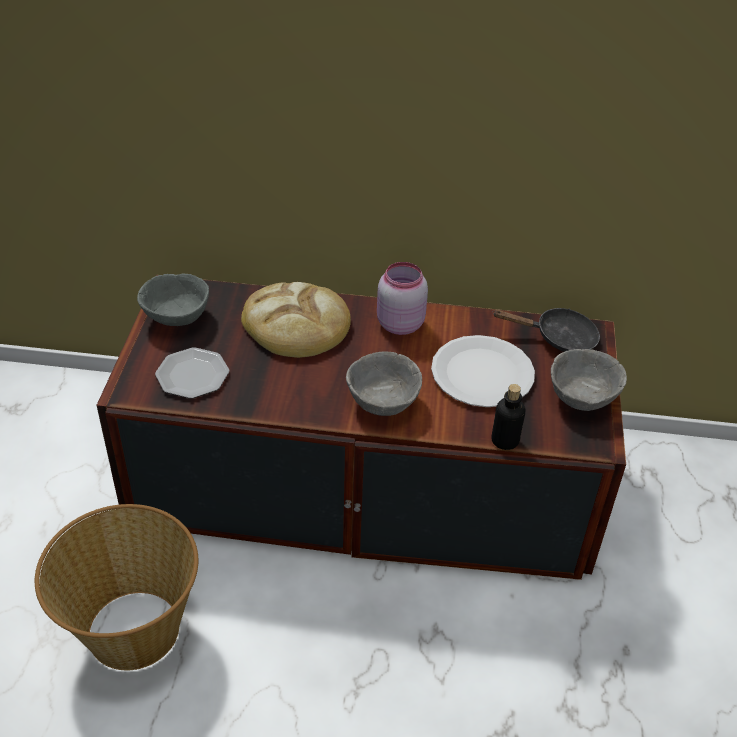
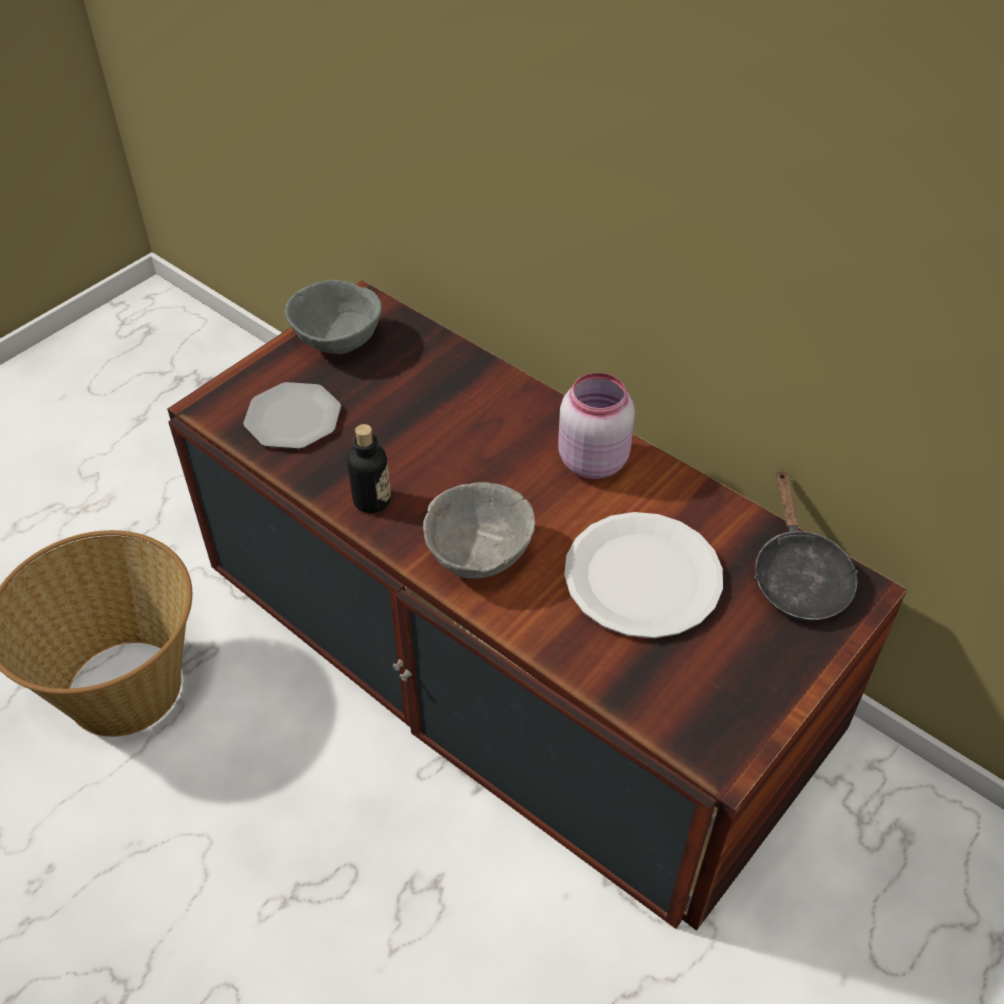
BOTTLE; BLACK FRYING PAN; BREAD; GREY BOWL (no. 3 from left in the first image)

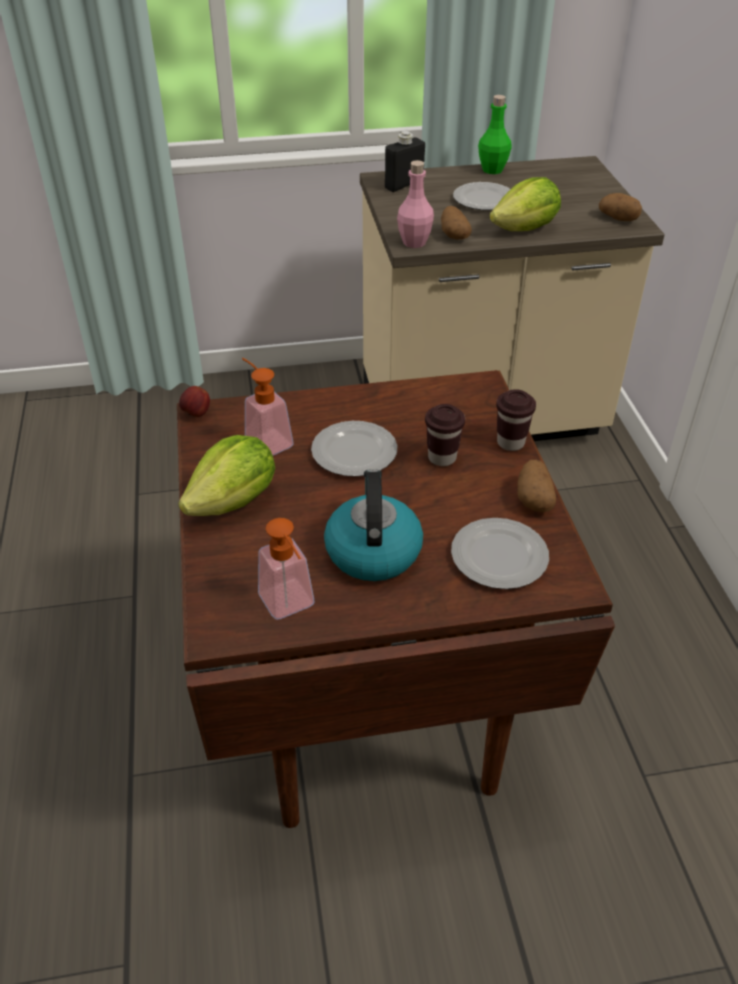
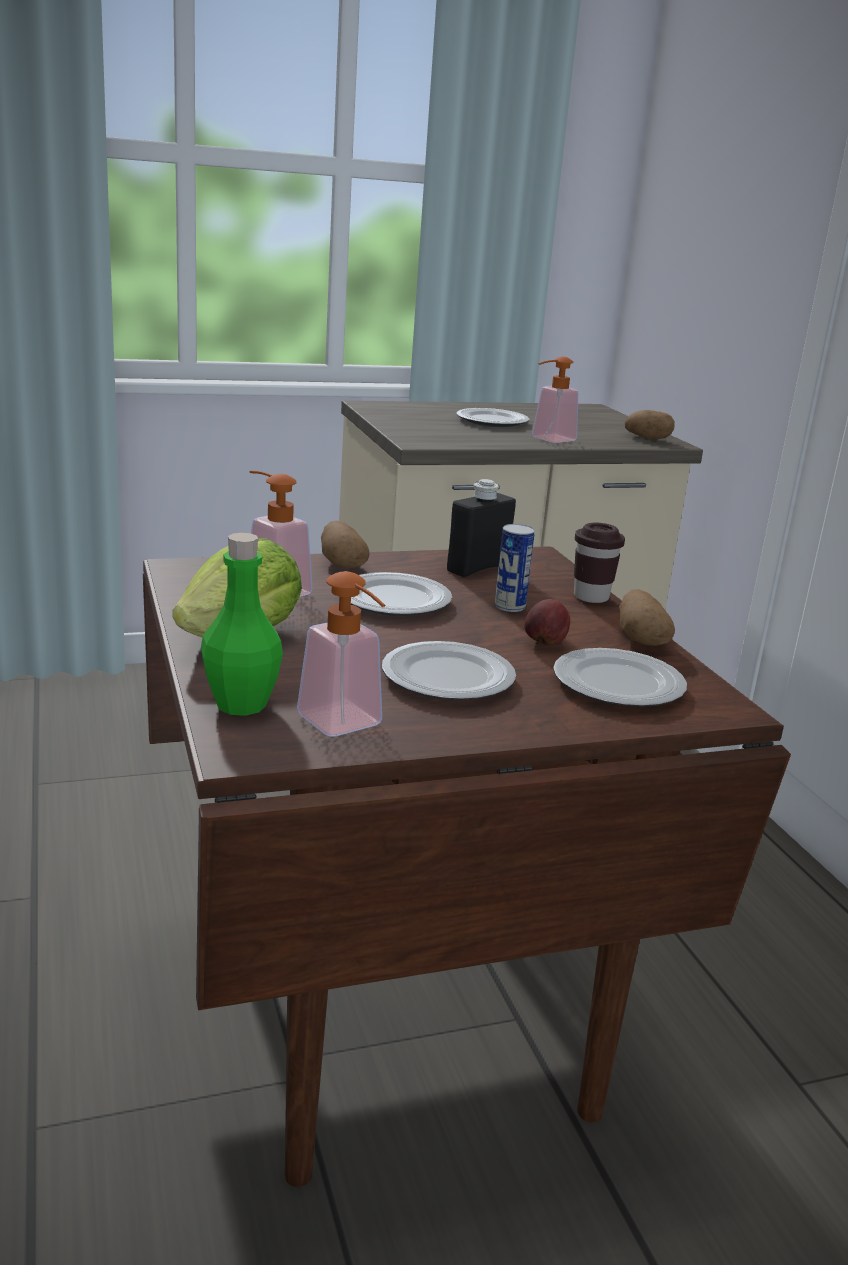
GREEN BOTTLE; POTATO (no. 1 from left); PLATE (no. 2 from left); BLACK BOTTLE; CAN; APPLE; SOAP DISPENSER (no. 3 from left); PINK BOTTLE

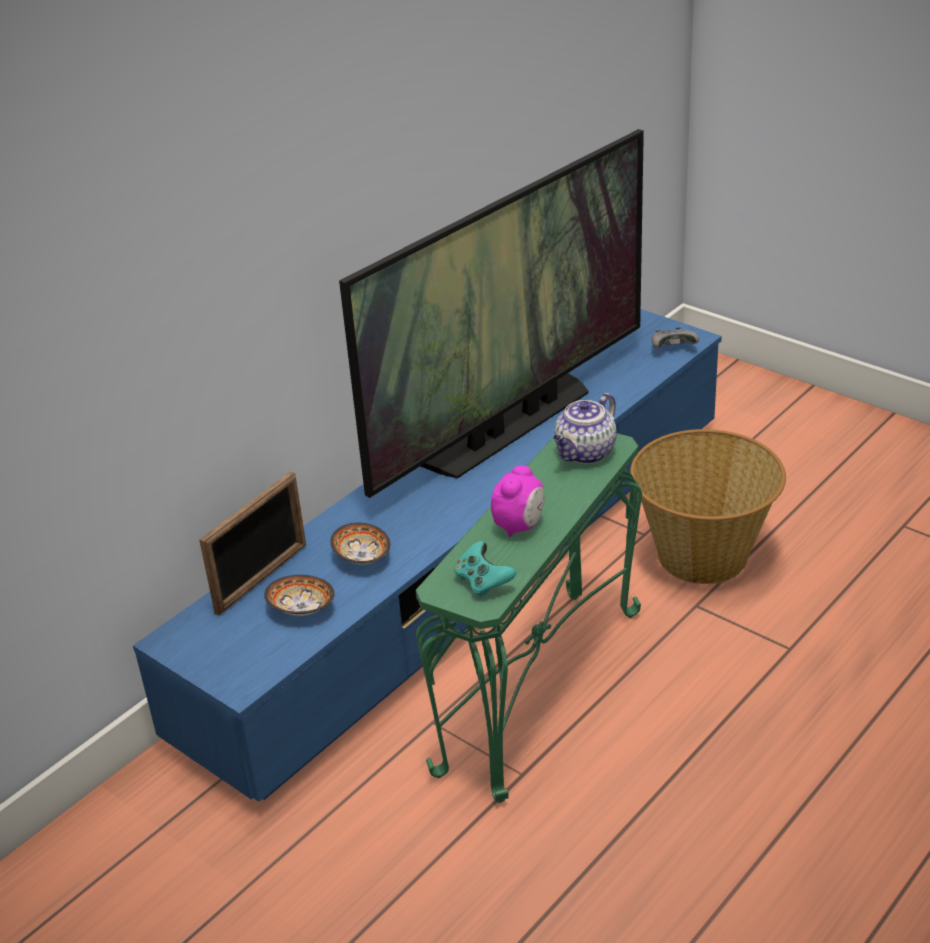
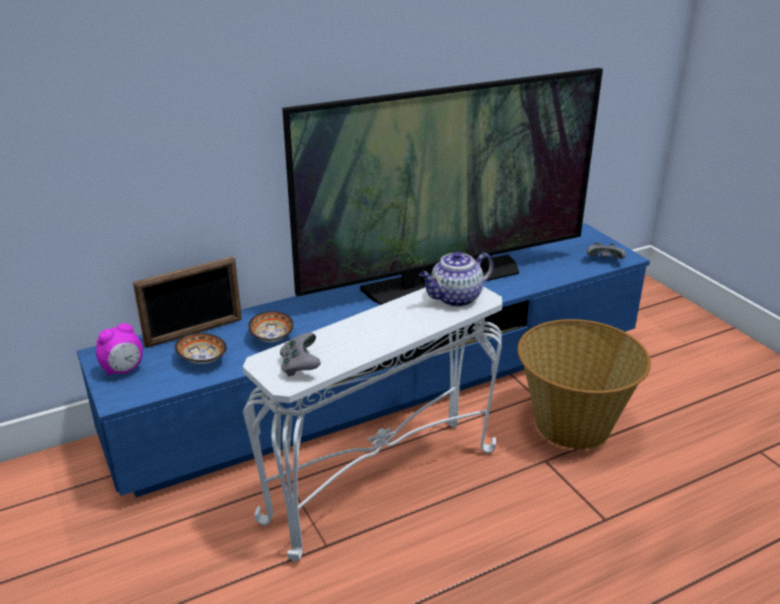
ALARM CLOCK; WHITE SIDE TABLE; GREY GAME CONTROLLER (no. 1 from left)

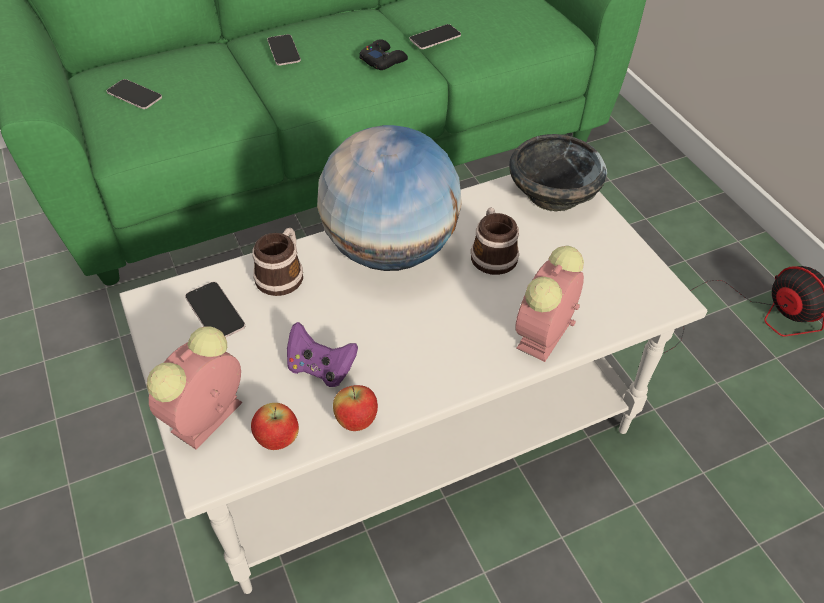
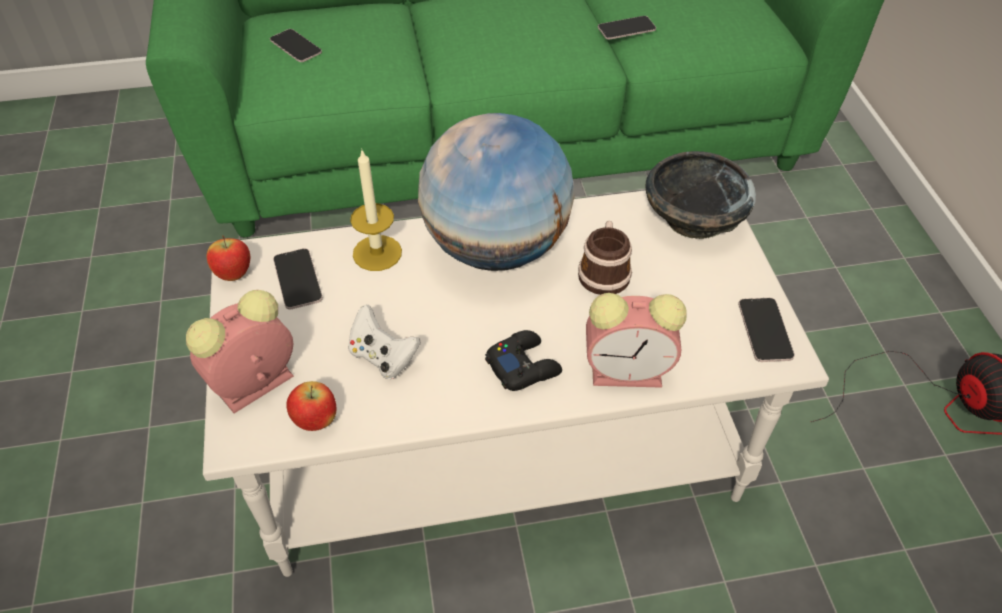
APPLE (no. 1 from left); WHITE GAME CONTROLLER; CANDLE; BLACK GAME CONTROLLER; ALARM CLOCK (no. 2 from left); PHONE (no. 4 from left)

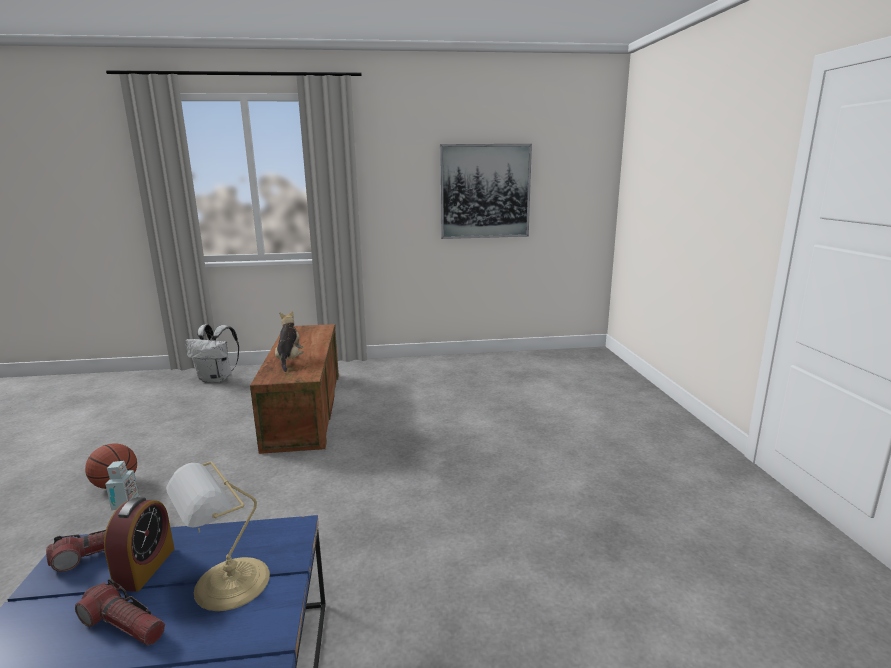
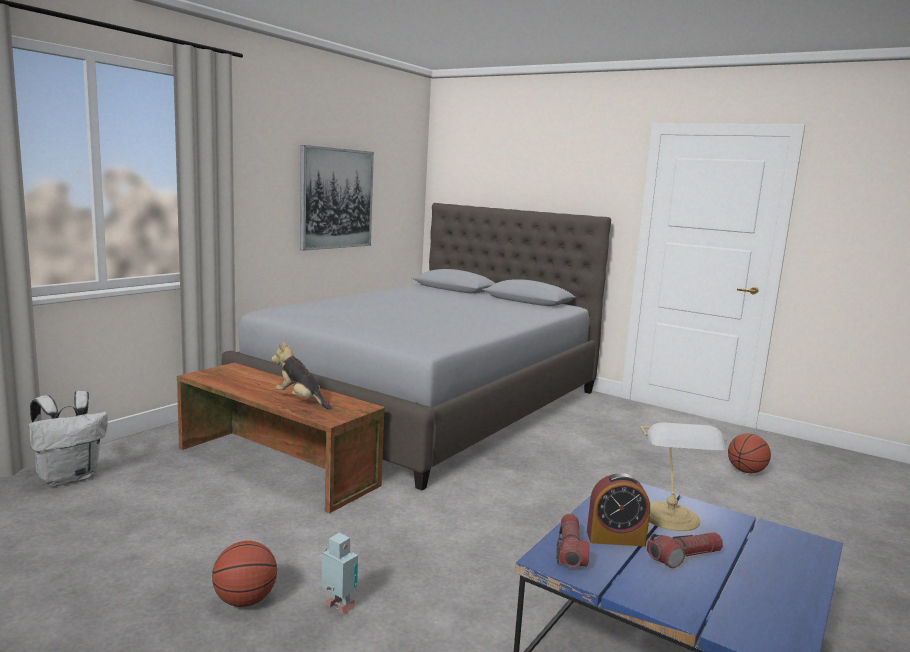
GREY BED; ALARM CLOCK; BASKETBALL (no. 2 from left)

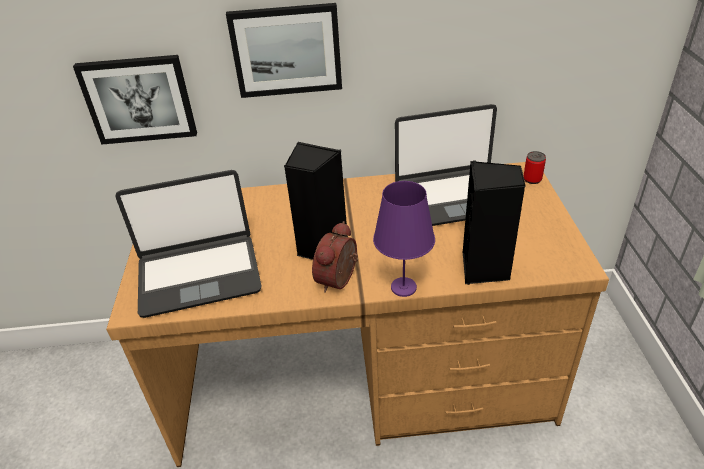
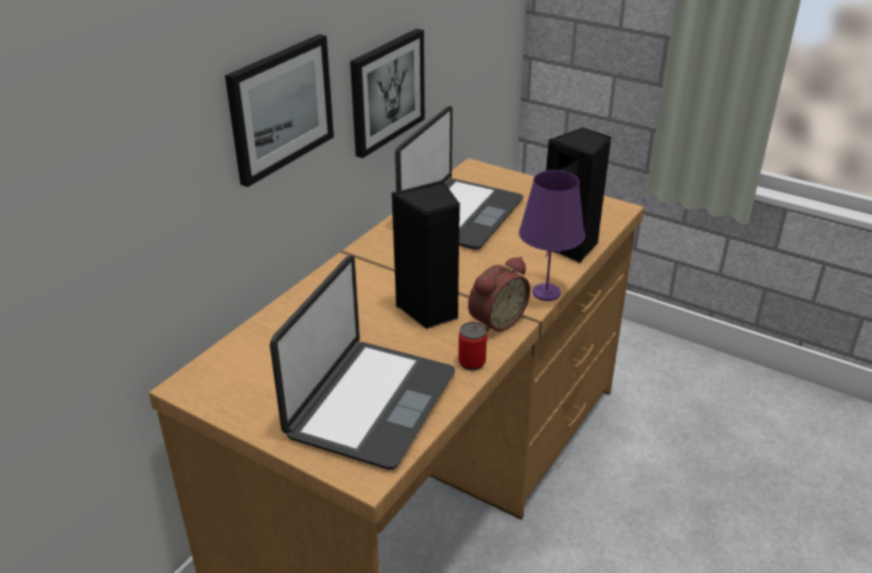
PICTURE (no. 2 from left); CAN; ALARM CLOCK

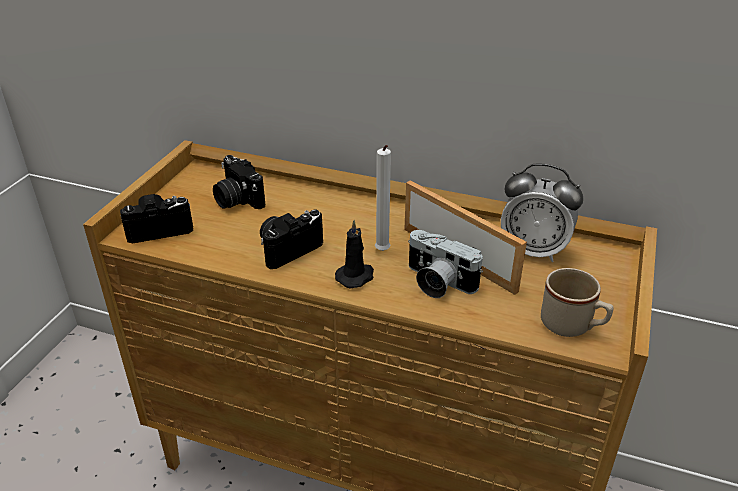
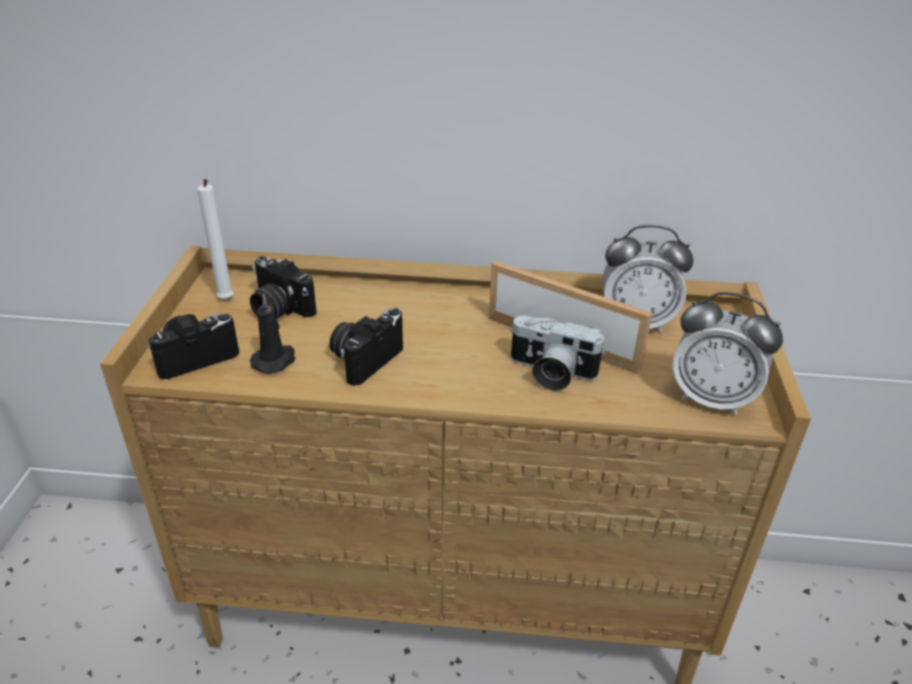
WHITE CANDLE; BLACK CANDLE; ALARM CLOCK (no. 2 from left)

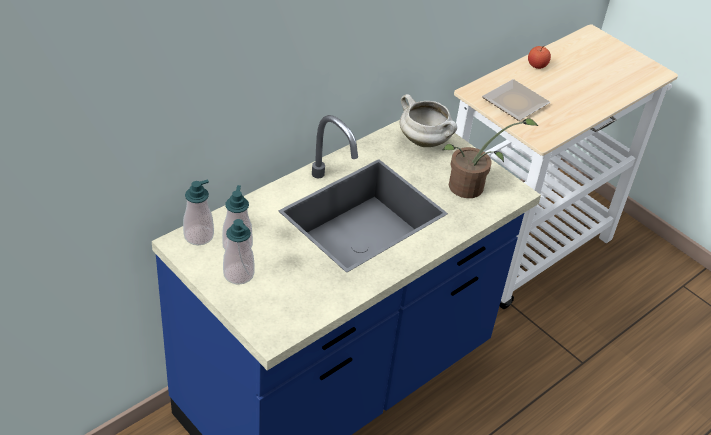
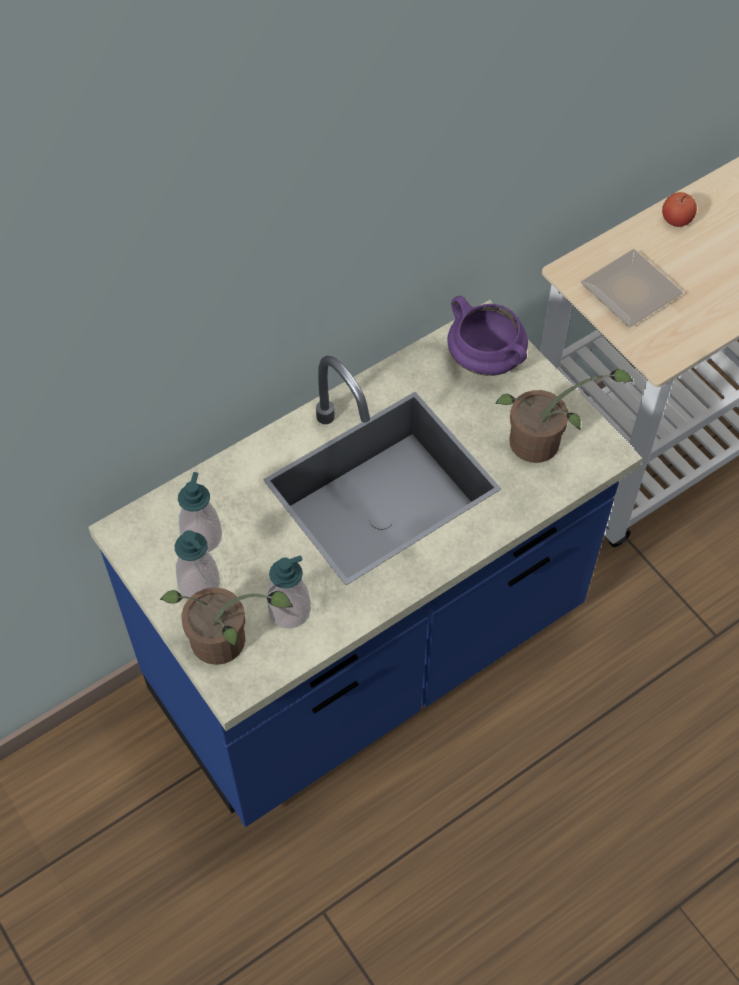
POTTED PLANT (no. 1 from left); SOAP DISPENSER (no. 3 from left); PURPLE COOKING POT

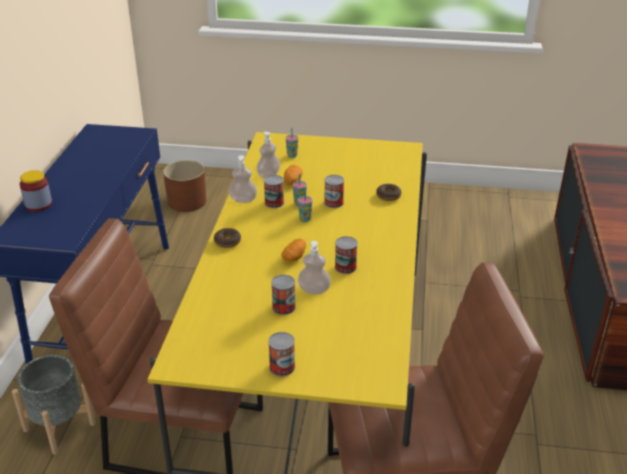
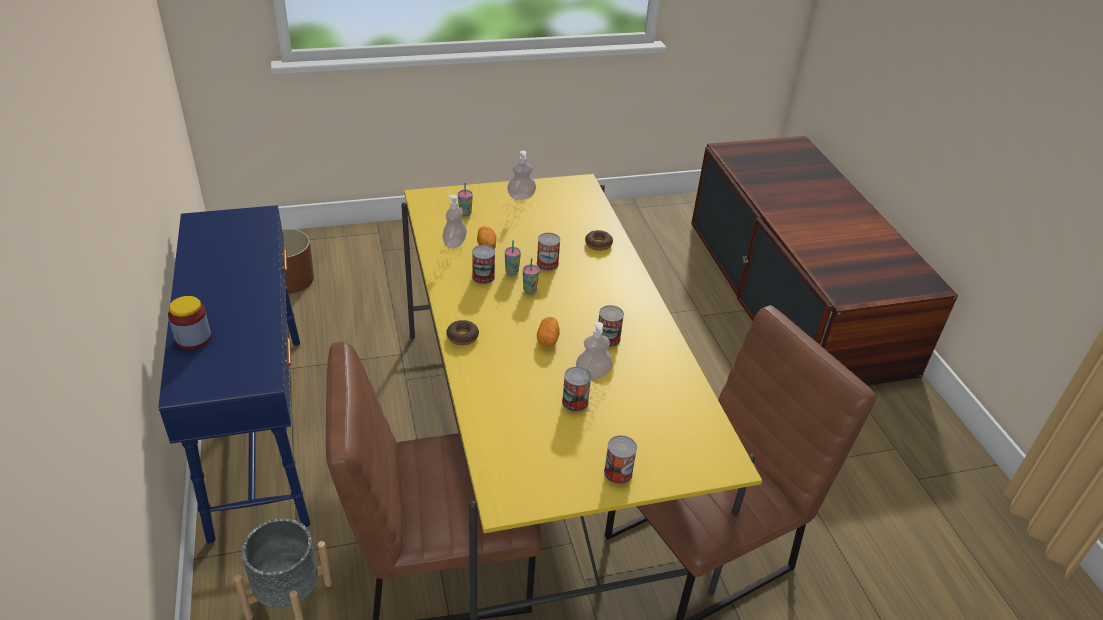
SOAP DISPENSER (no. 2 from left)

